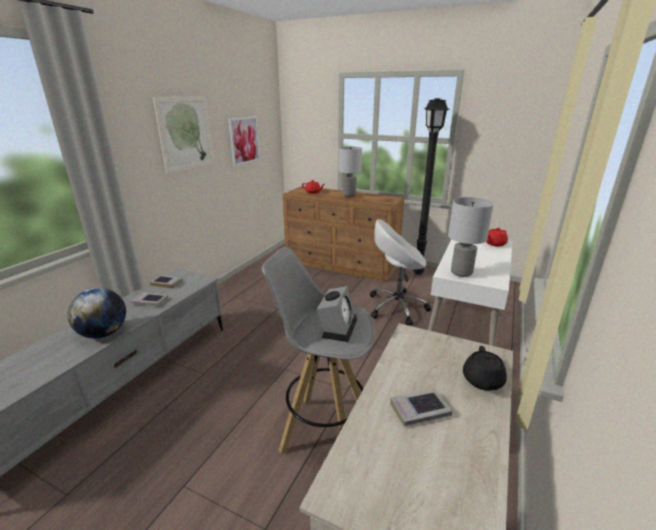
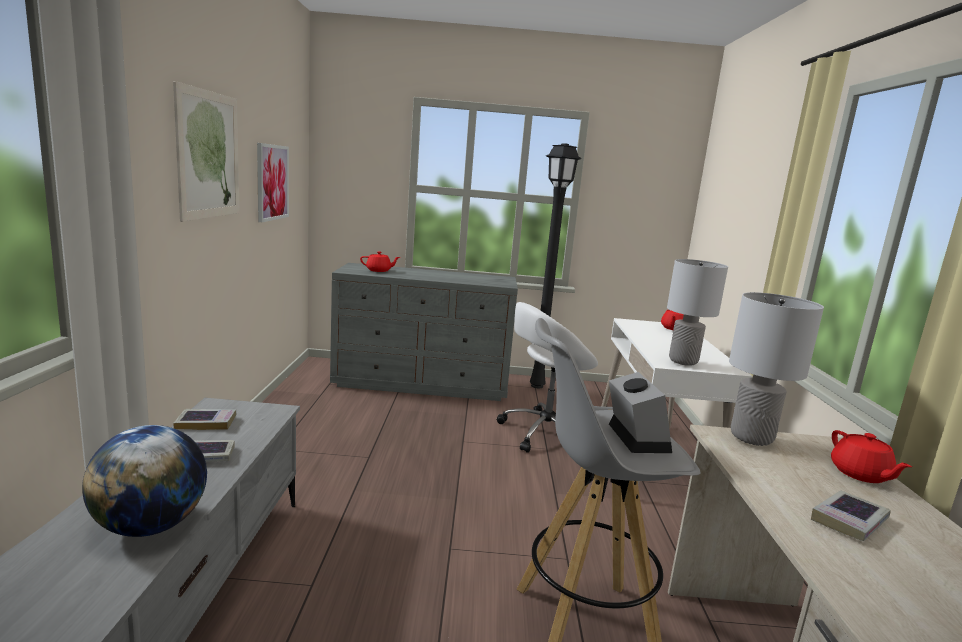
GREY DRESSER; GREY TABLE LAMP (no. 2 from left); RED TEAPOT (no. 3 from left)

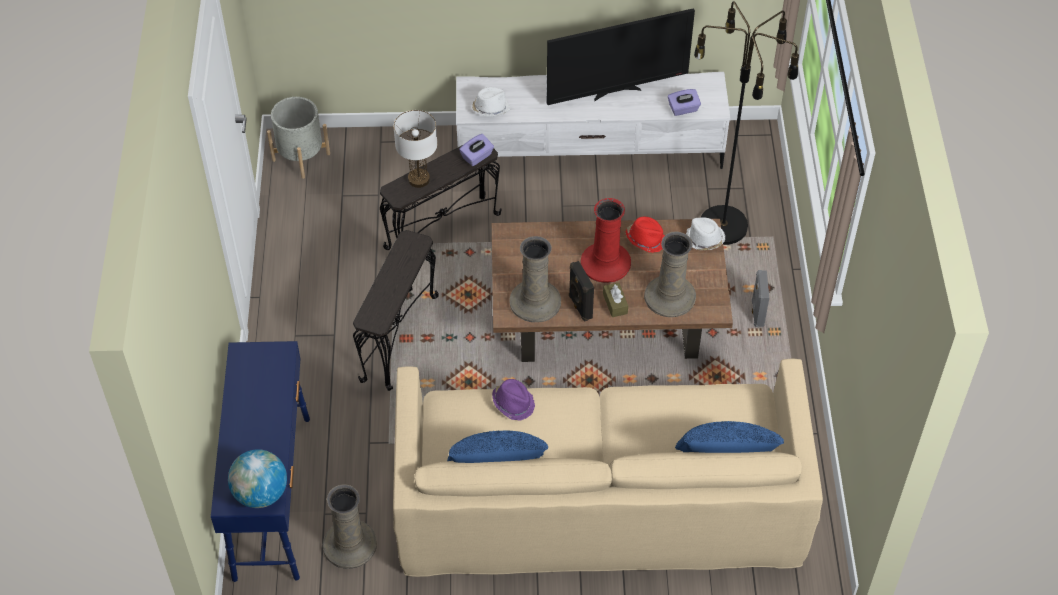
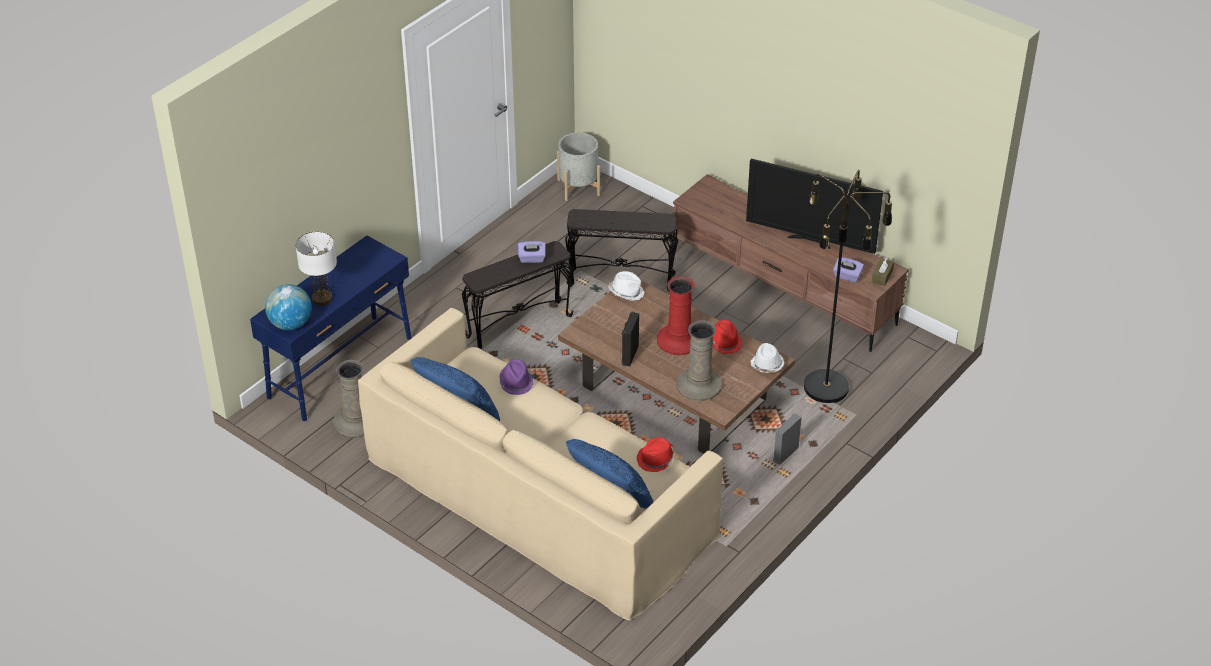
TABLE LAMP; PURPLE TISSUE BOX (no. 1 from left); WHITE HAT (no. 1 from left); RED HAT (no. 1 from left); BROWN TV STAND; BROWN TISSUE BOX; BEIGE VASE (no. 2 from left in the first image)

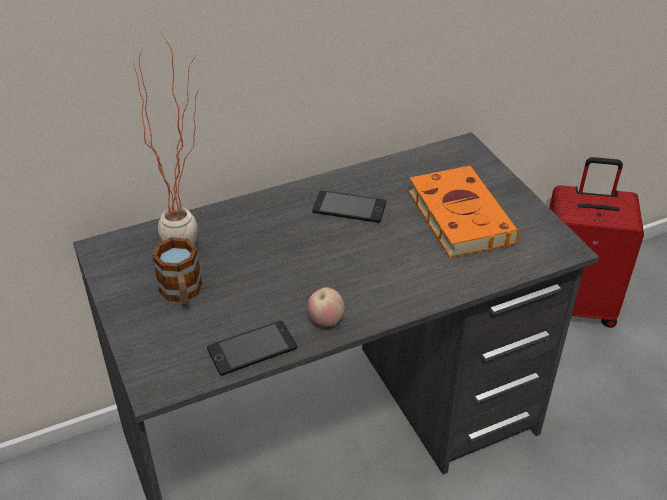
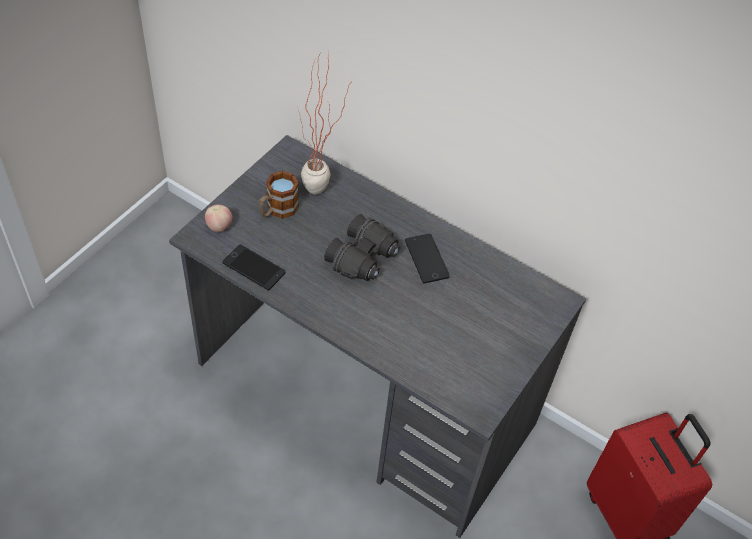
APPLE; BLACK BINOCULARS; ORANGE BOOK

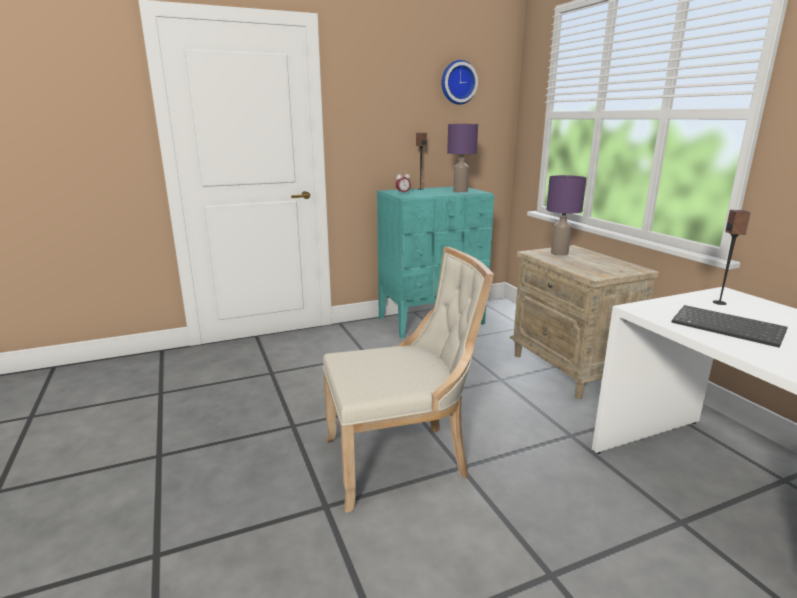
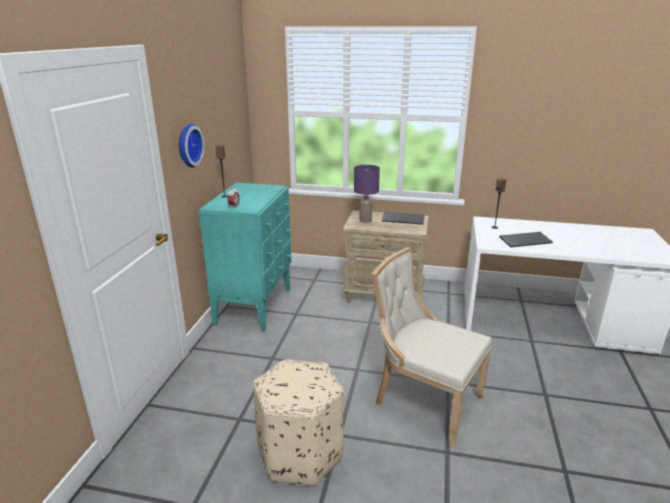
WALL CLOCK; BEIGE OTTOMAN; BEIGE CHAIR; KEYBOARD (no. 1 from left); PURPLE TABLE LAMP (no. 1 from left in the first image)

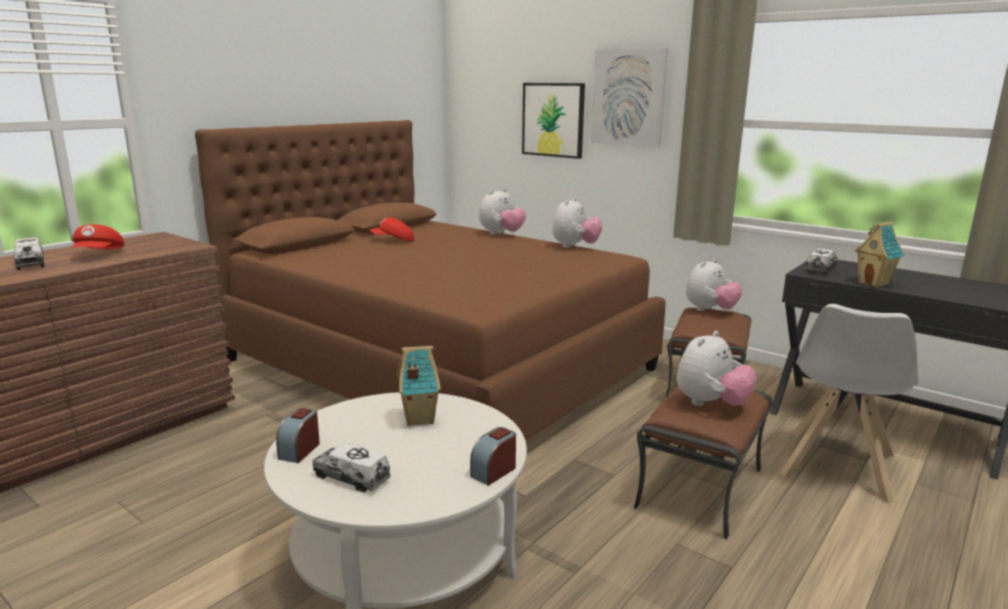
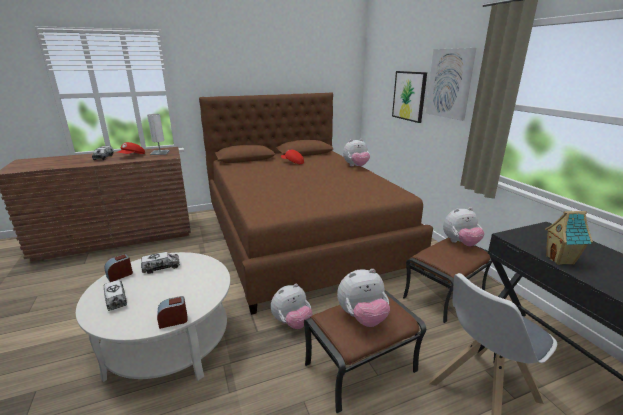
TOY TRUCK (no. 3 from left); WHITE TABLE LAMP; PLUSH TOY (no. 1 from left); TOY HOUSE (no. 1 from left in the first image)

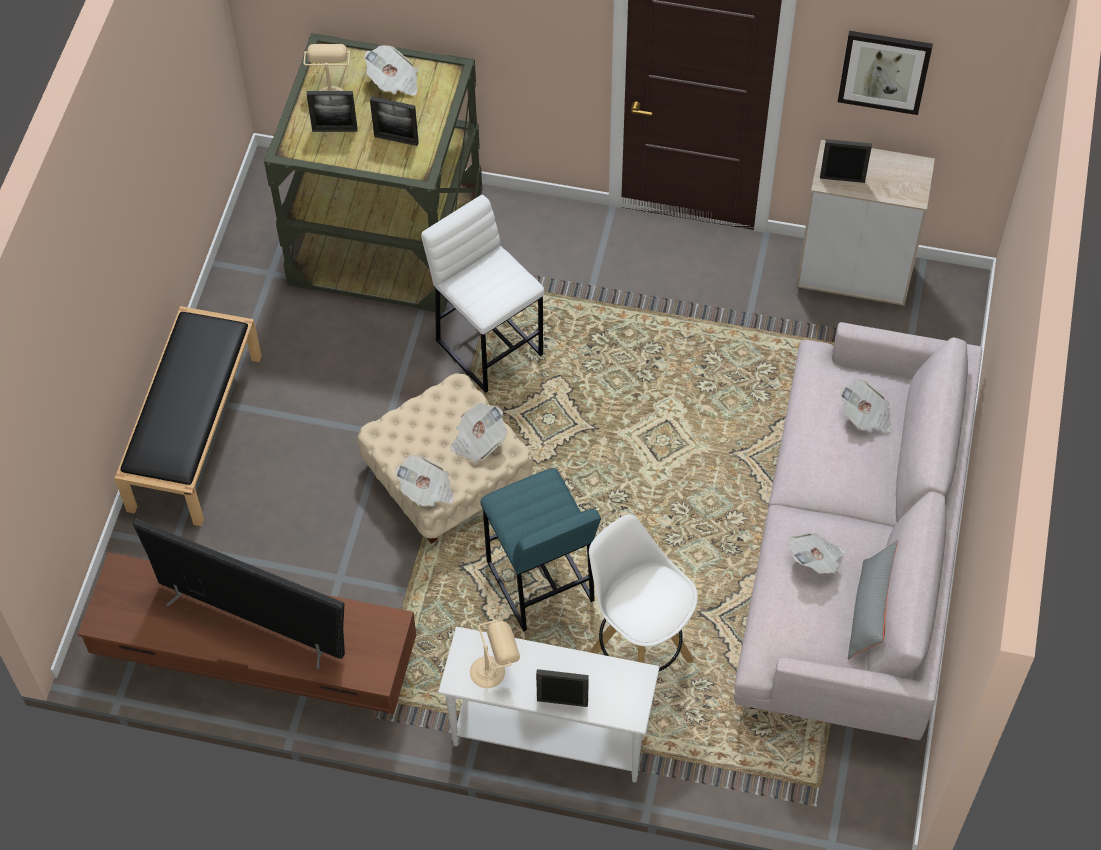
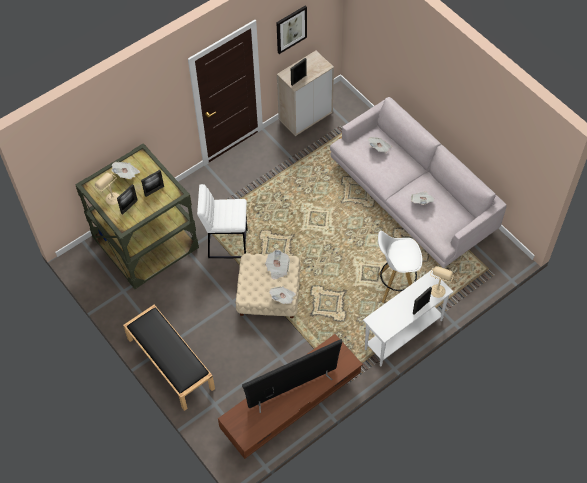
BEIGE TABLE LAMP (no. 2 from left); TURQUOISE STOOL; GREY PILLOW

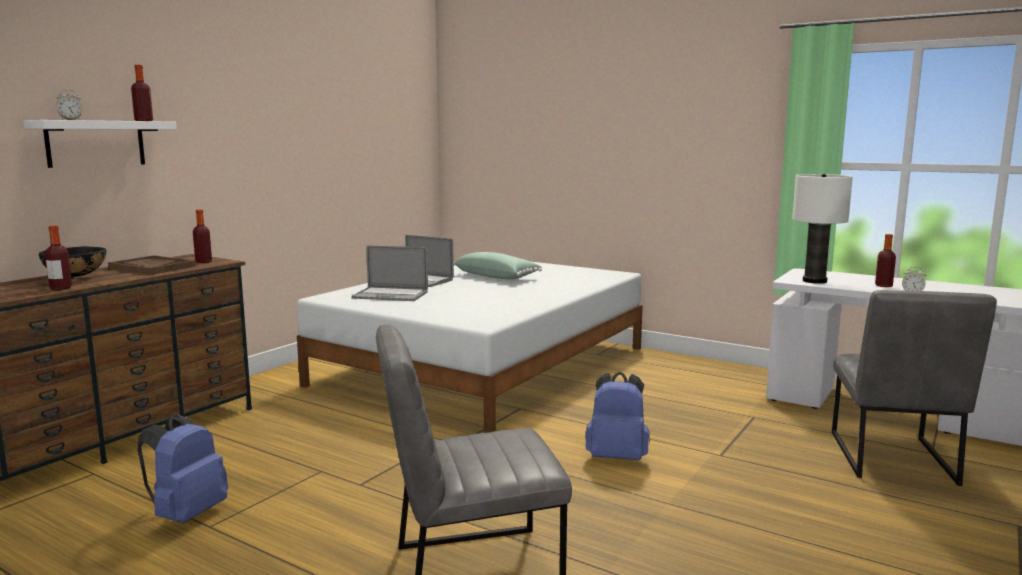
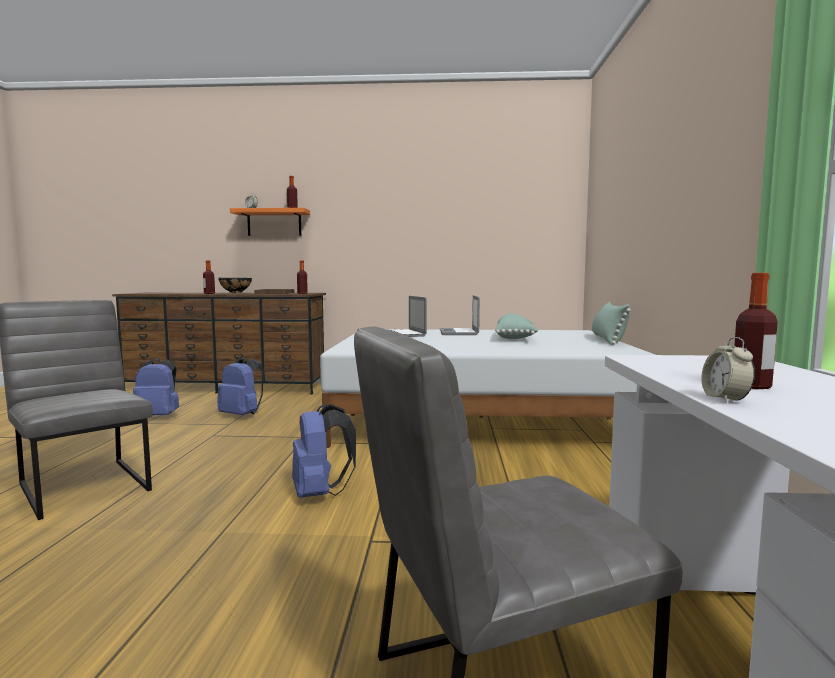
BLUE BACKPACK (no. 2 from left); ORANGE SHELF; GREEN PILLOW (no. 2 from left); WHITE TABLE LAMP

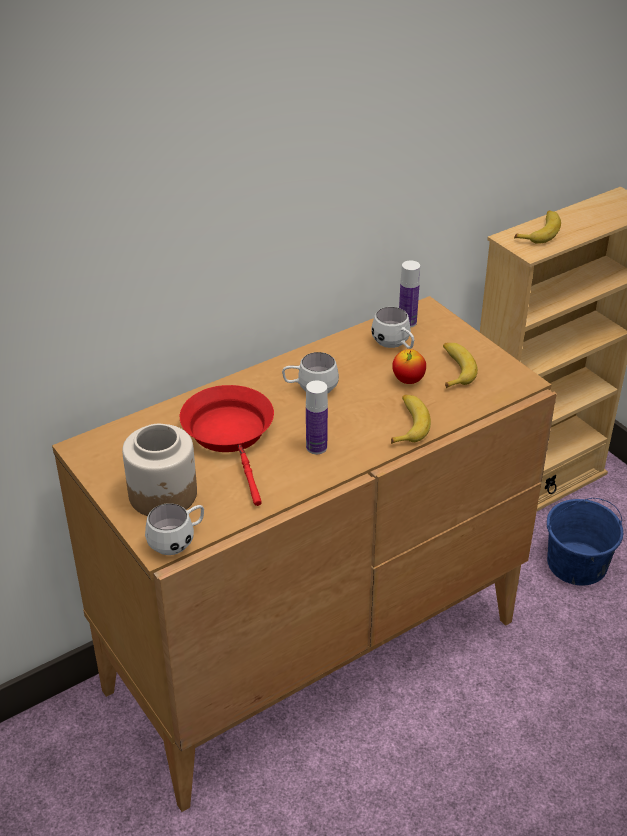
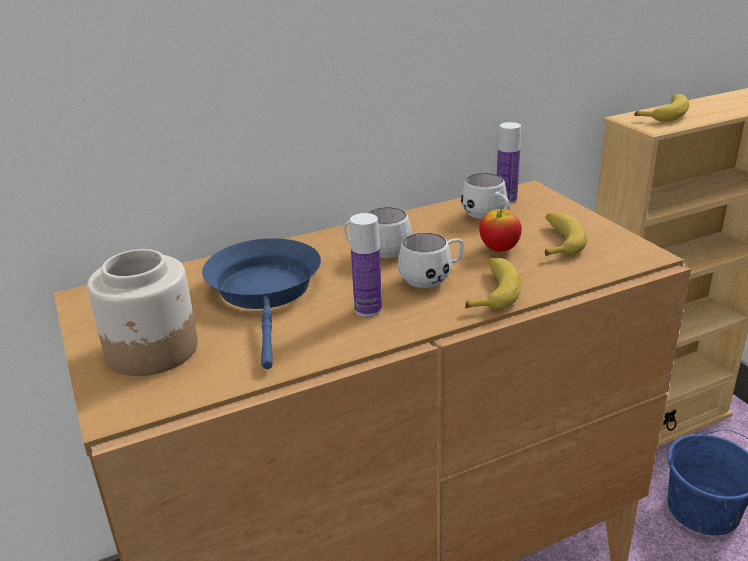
BLUE FRYING PAN; WHITE MUG (no. 2 from left)

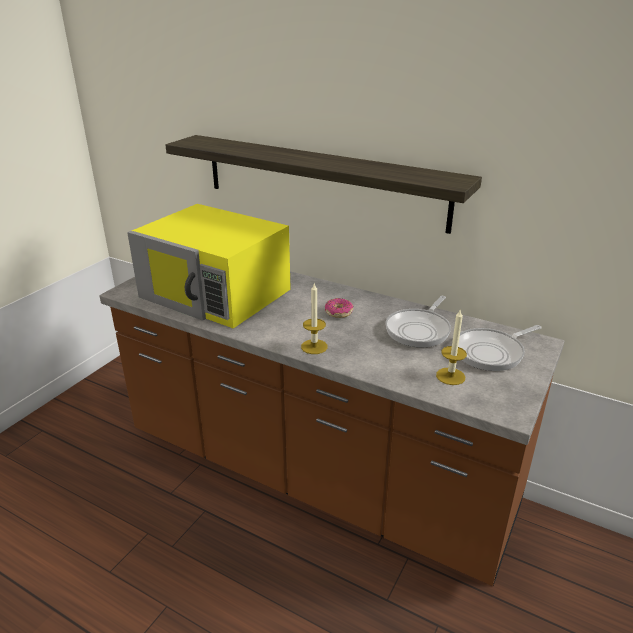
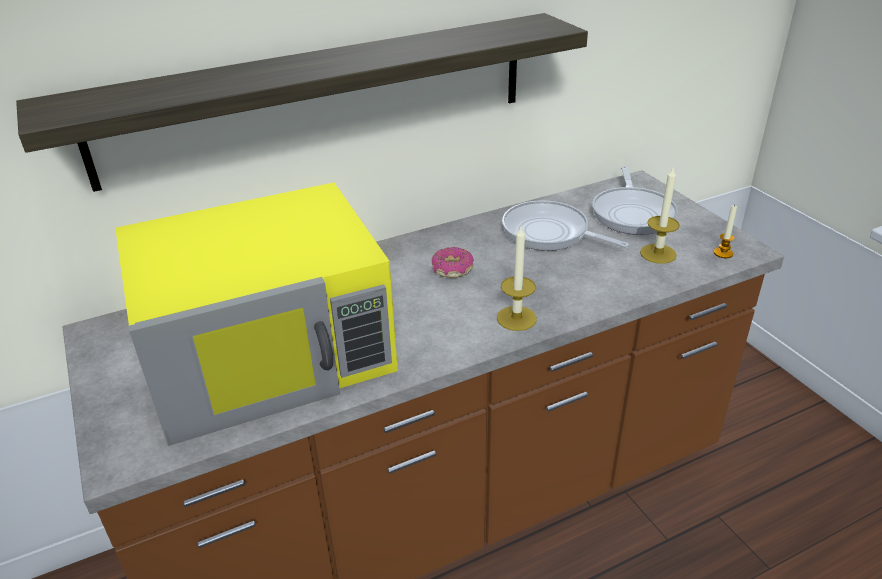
FRYING PAN (no. 1 from left); CANDLE (no. 3 from left)

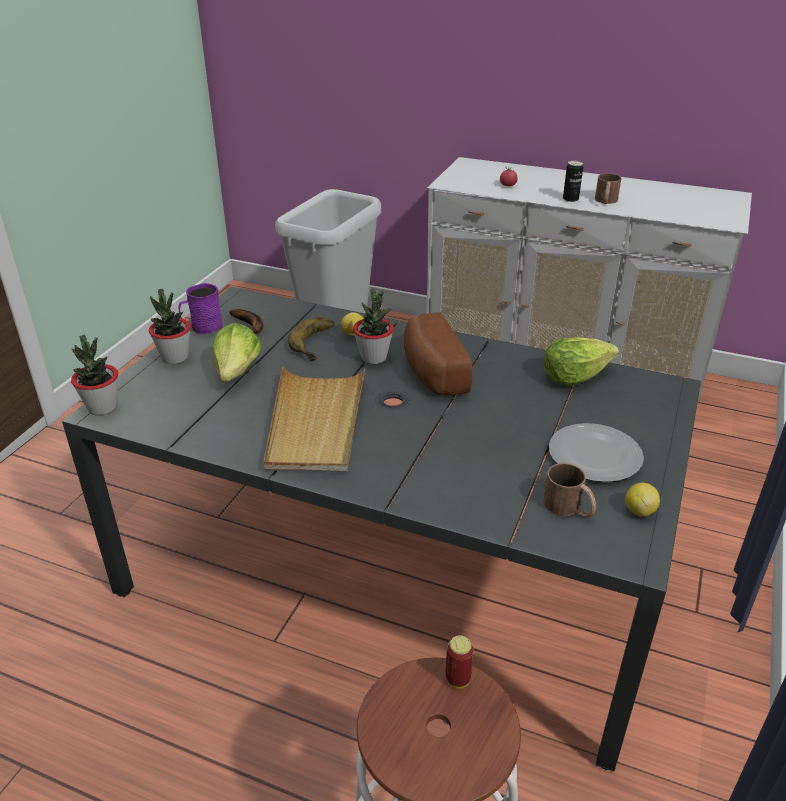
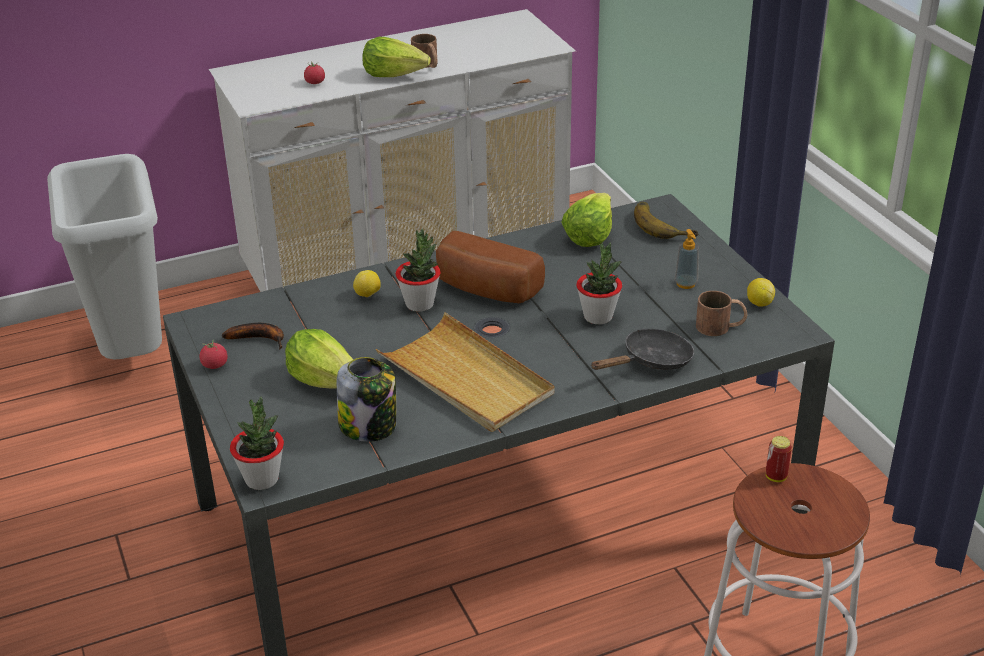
TOMATO (no. 1 from left); JAR; LETTUCE (no. 2 from left); POTTED PLANT (no. 3 from left); BLACK FRYING PAN; BANANA (no. 2 from left); SOAP DISPENSER

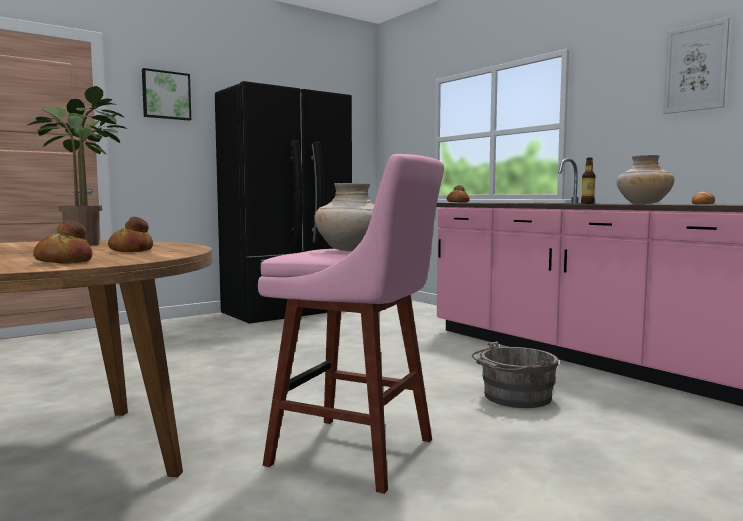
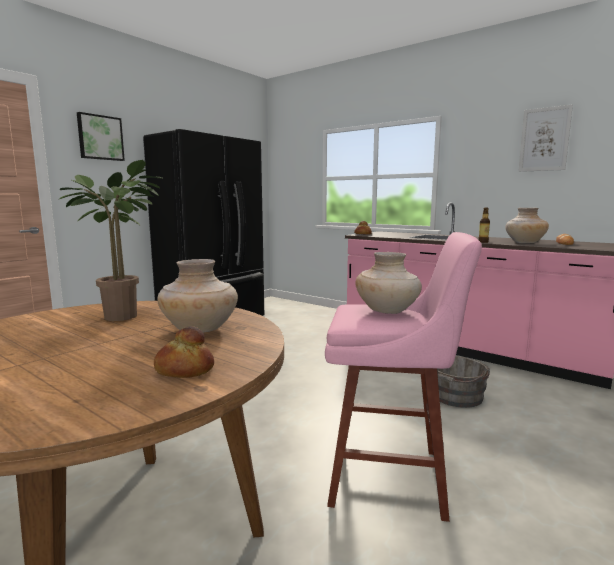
BEIGE VASE (no. 1 from left)

